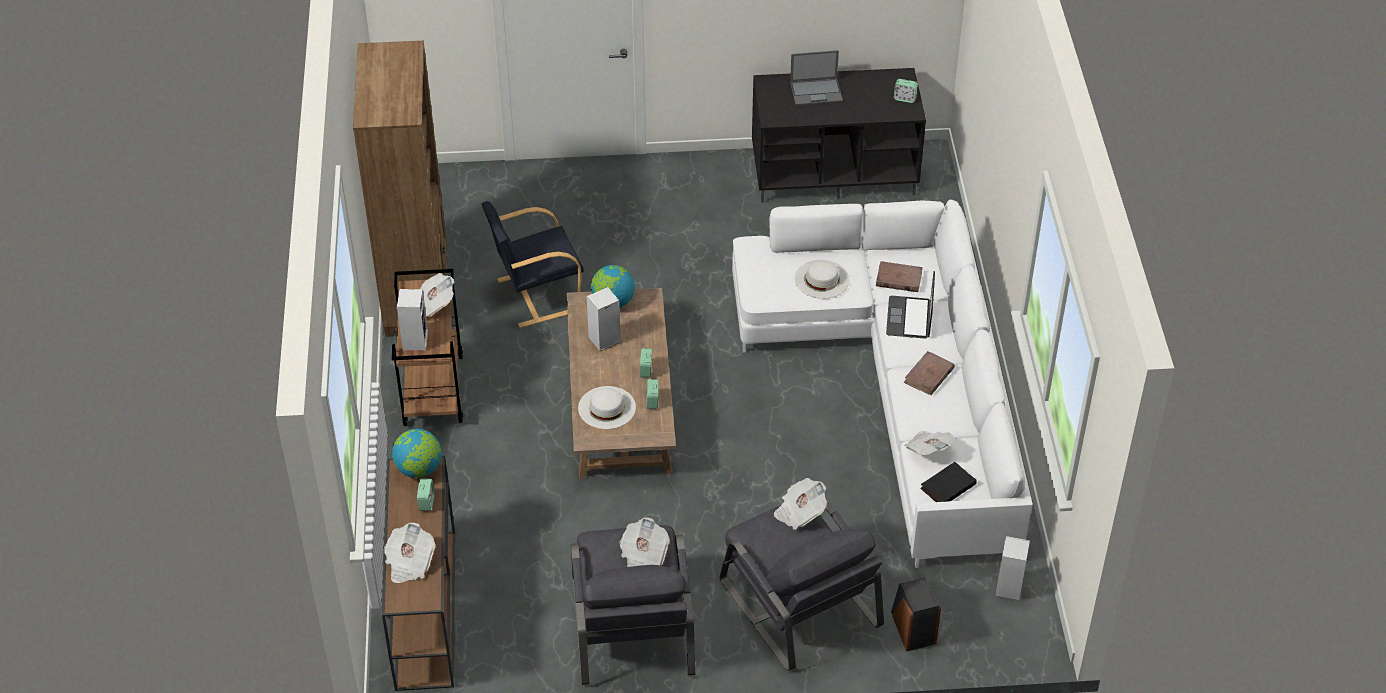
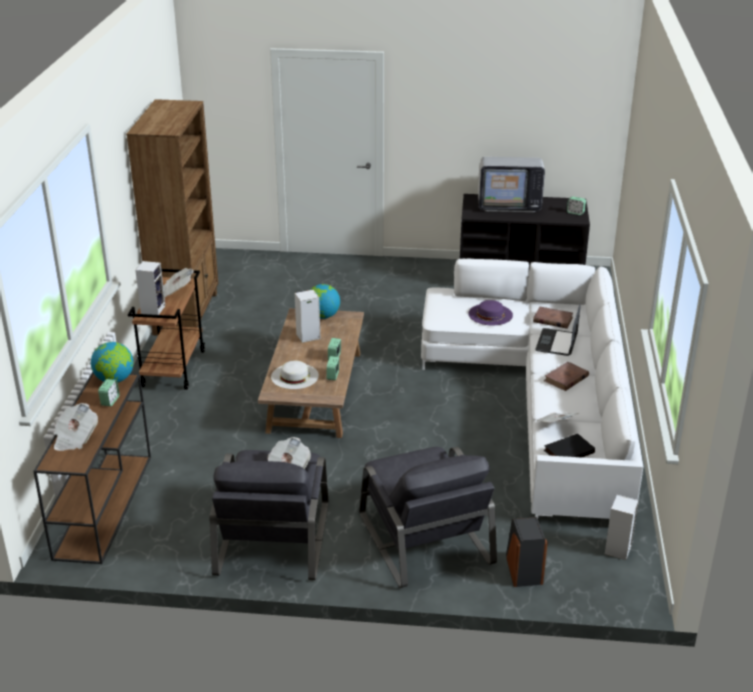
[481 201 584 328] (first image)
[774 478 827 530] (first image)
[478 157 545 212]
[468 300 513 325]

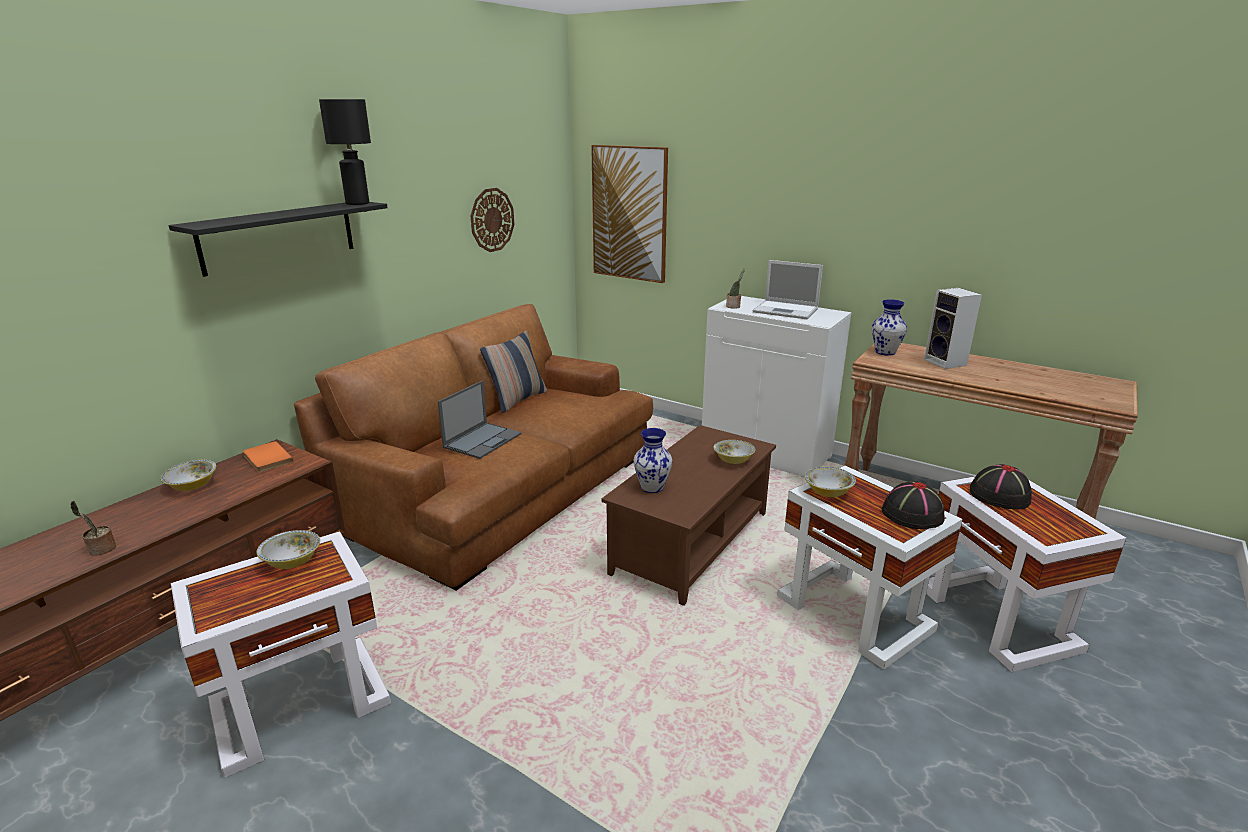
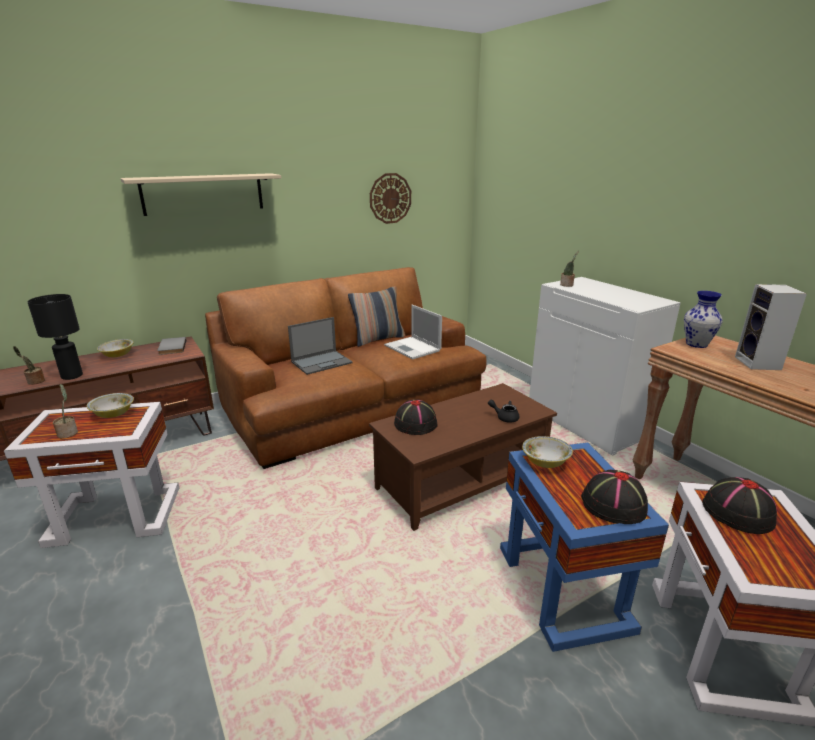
[591 145 668 283] (first image)
[53 384 78 438]
[28 294 83 380]
[384 305 442 360]
[394 399 438 435]
[488 400 519 422]
[121 173 281 216]
[158 337 186 355]
[500 442 669 652]

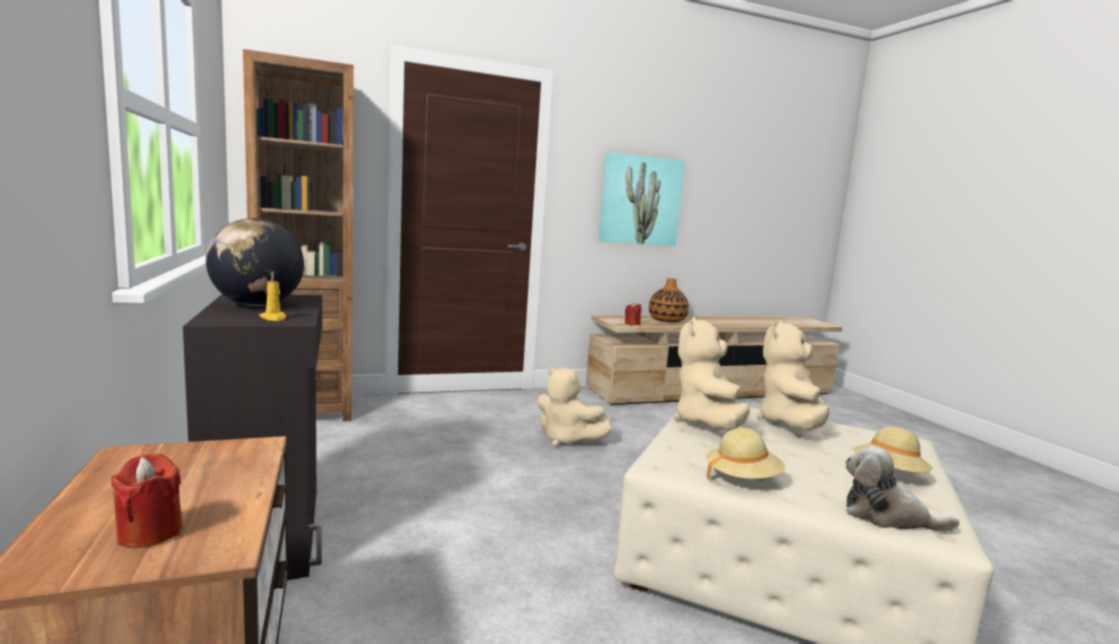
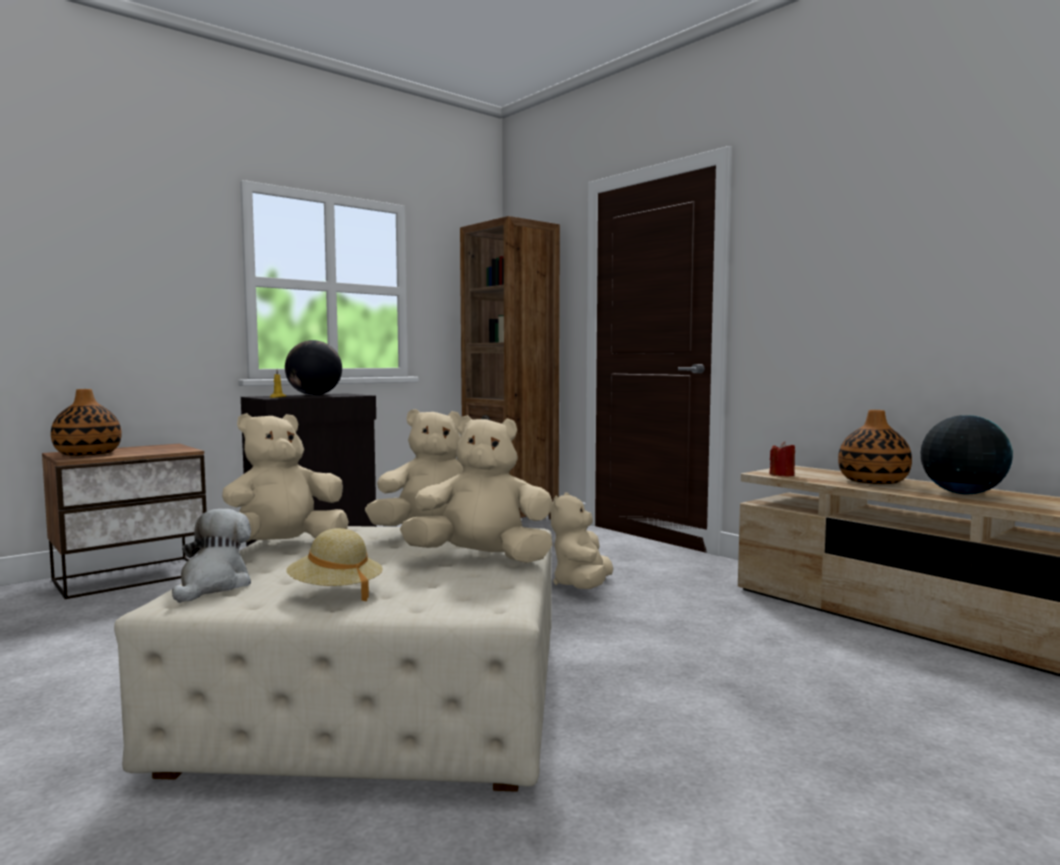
[598 152 685 246] (first image)
[921 415 1013 495]
[51 389 122 456]
[222 413 349 542]

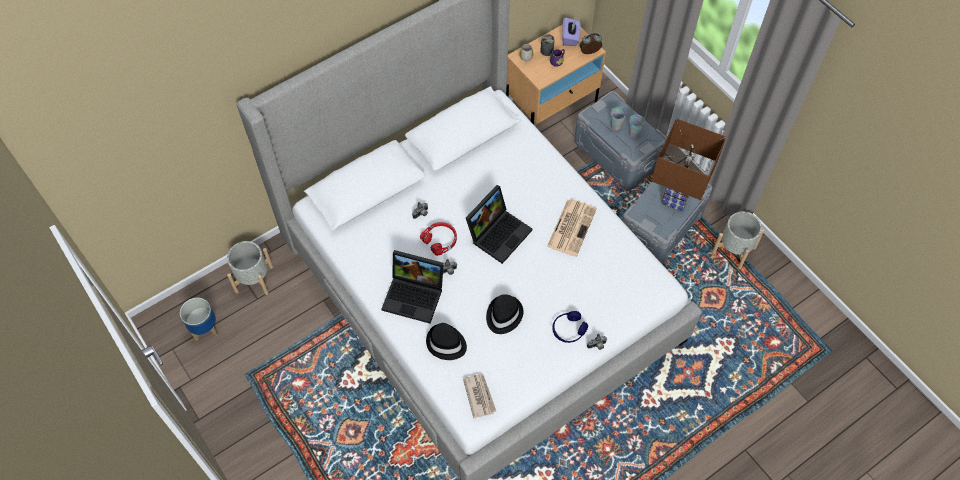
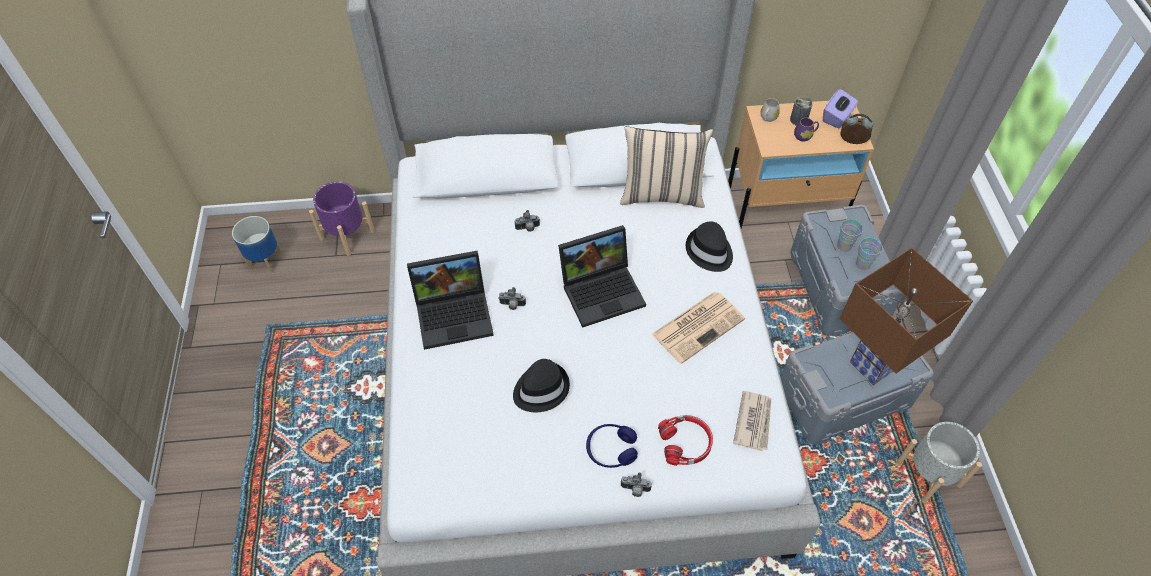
[620 126 713 208]
[658 415 713 466]
[686 221 733 272]
[733 391 771 451]
[309 182 375 256]
[407 251 494 350]

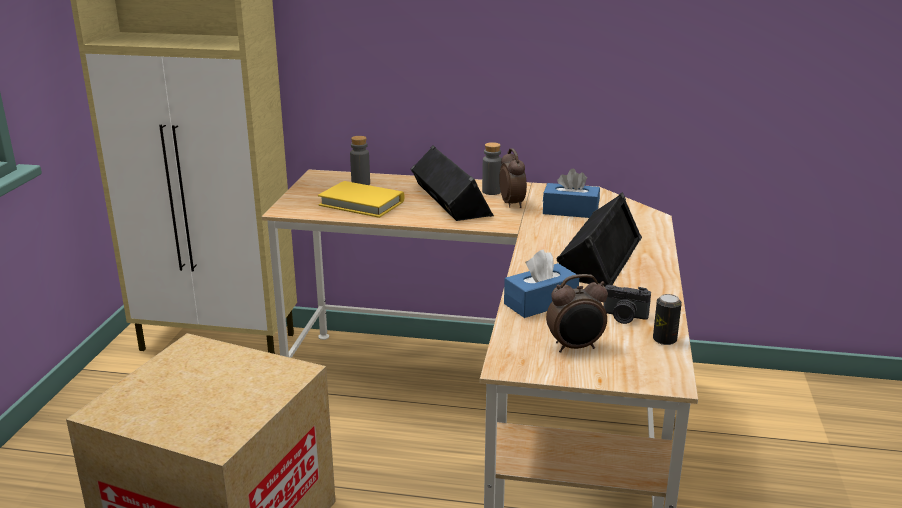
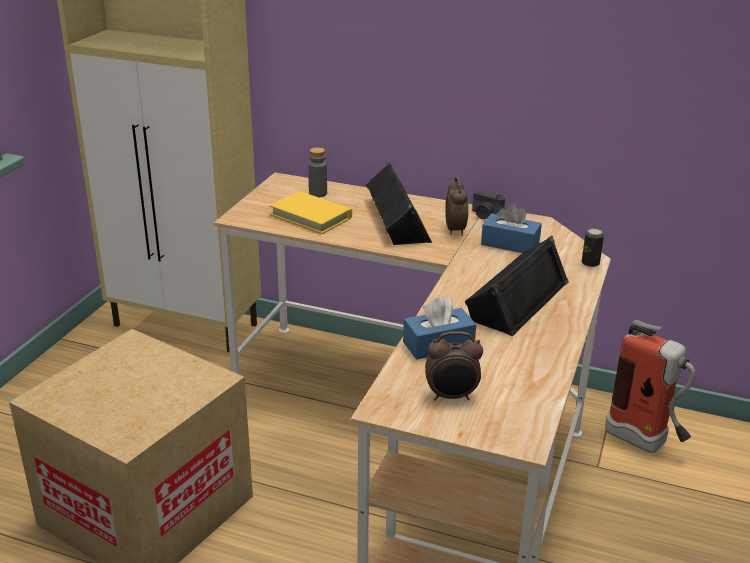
[482 142 502 195] (first image)
[605 320 695 453]
[472 191 505 219]
[582 228 604 267]

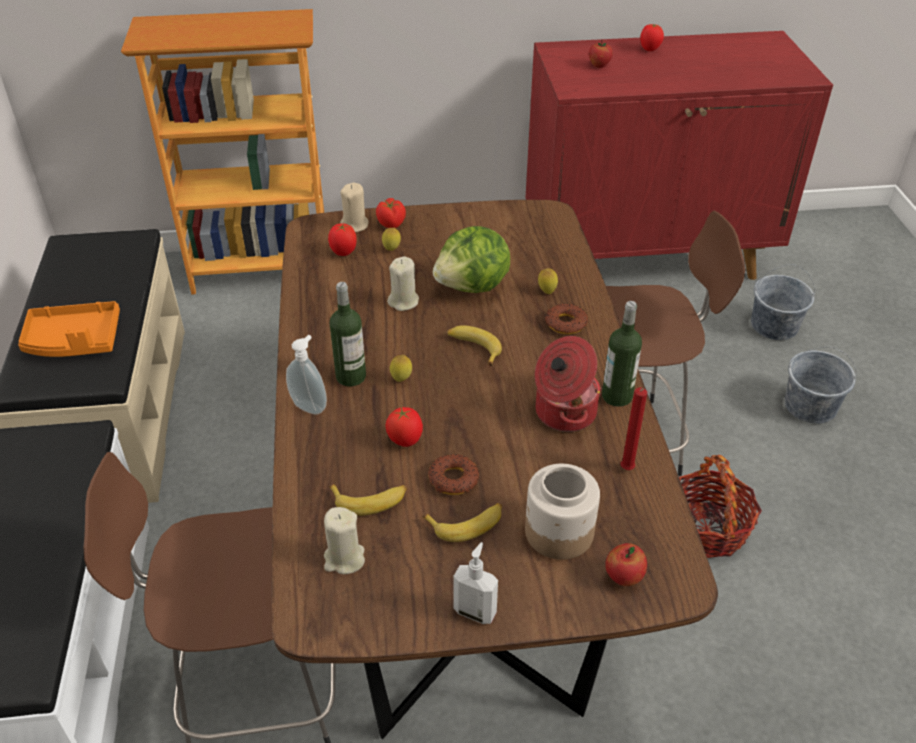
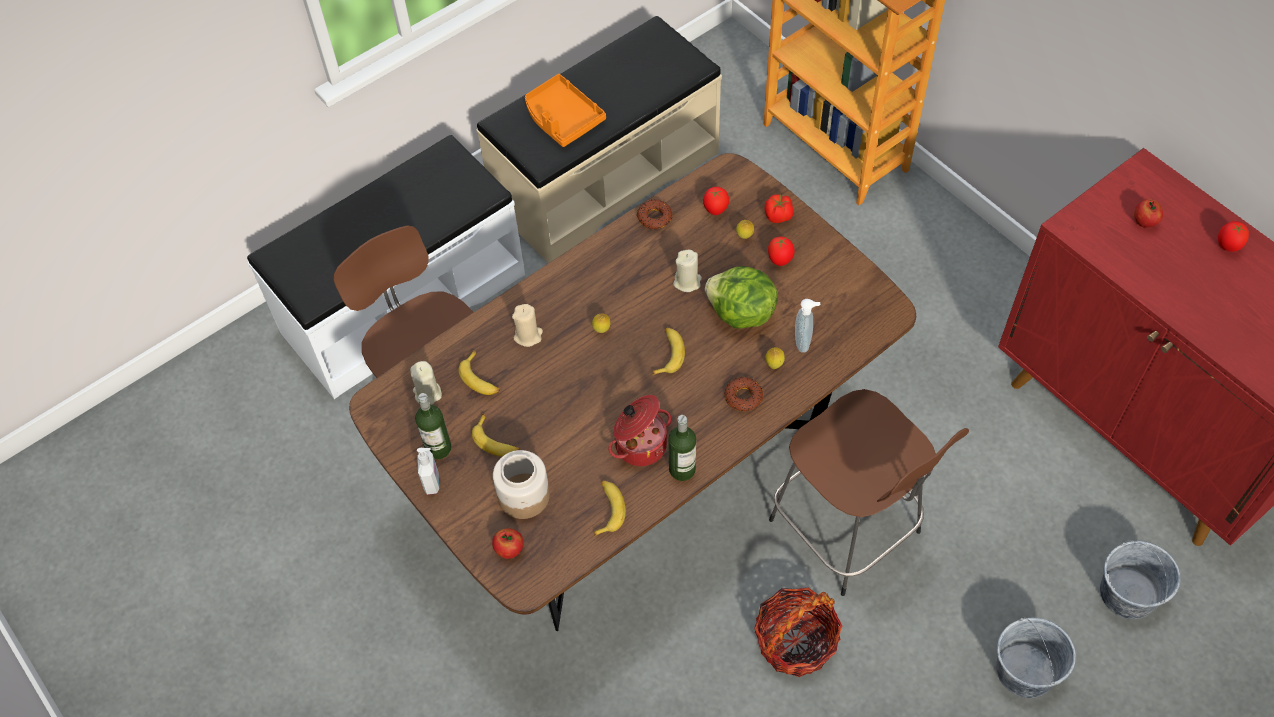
[795 299 820 353]
[415 393 452 459]
[512 304 543 347]
[768 237 795 266]
[637 199 672 229]
[594 480 626 537]

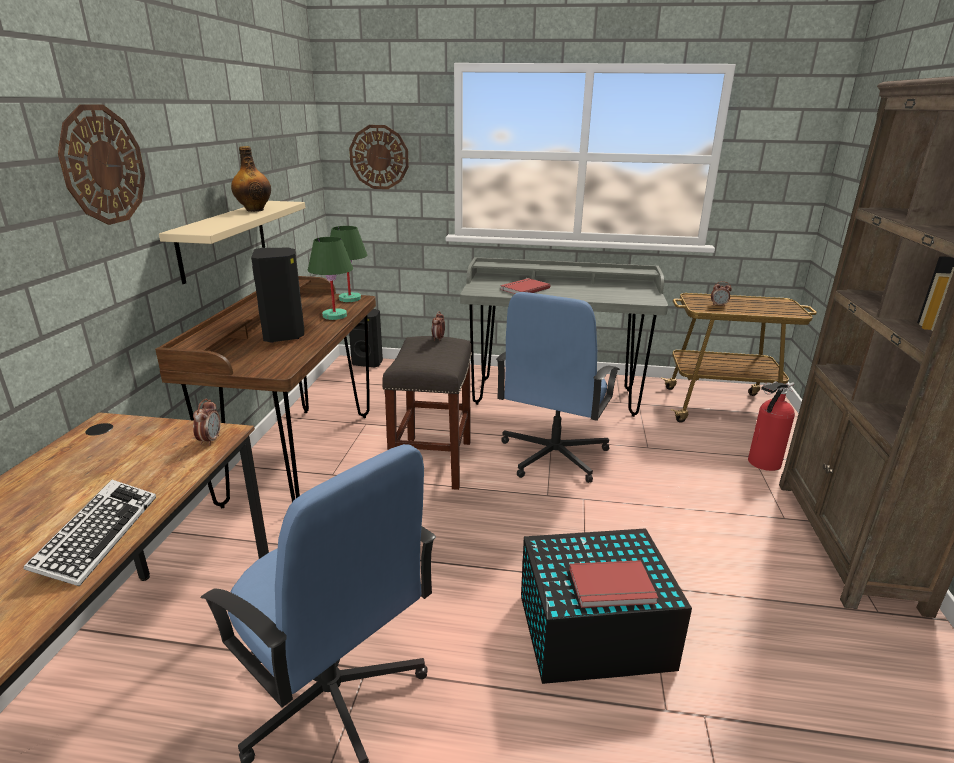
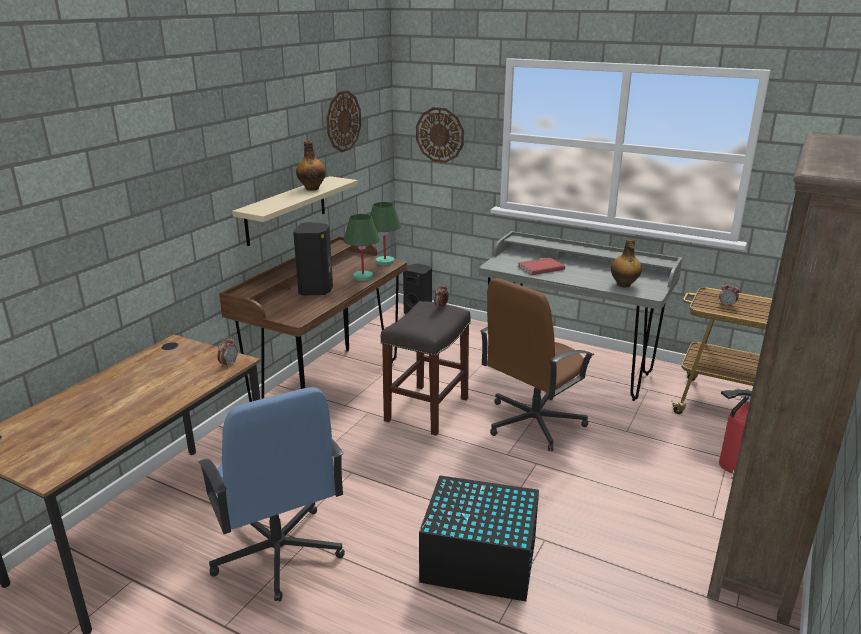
[23 480 156 587] (first image)
[569 560 658 608] (first image)
[611 239 642 288]
[327 90 361 152]
[480 278 594 451]

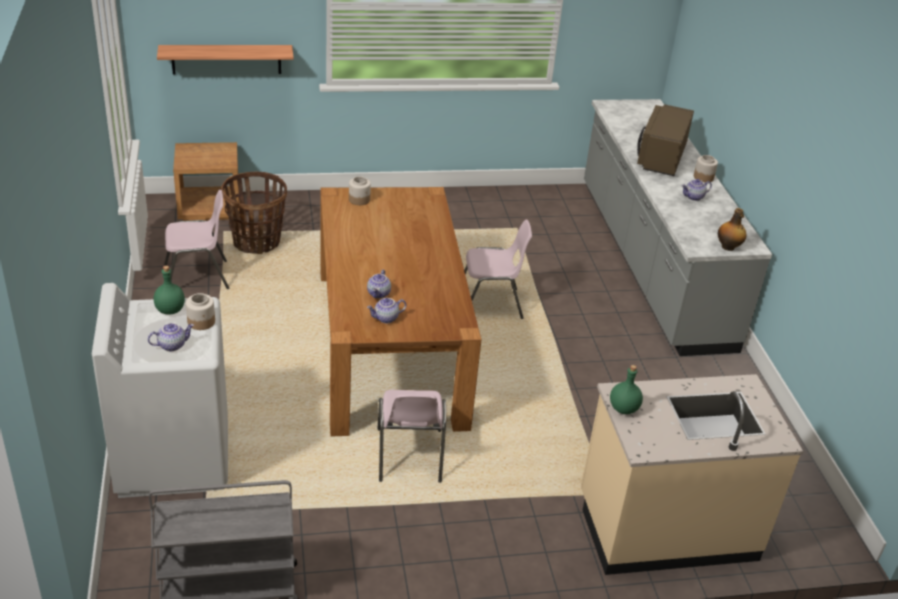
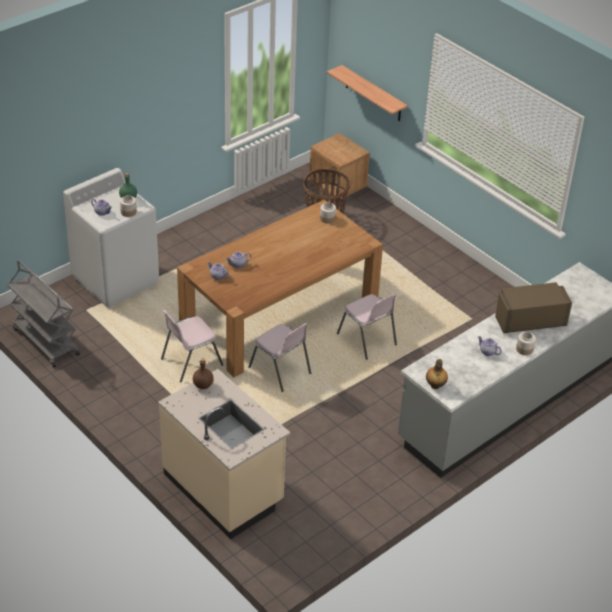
[248 323 311 392]
[193 358 214 389]

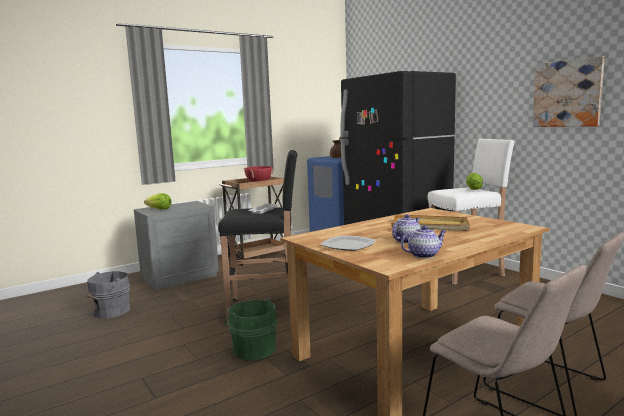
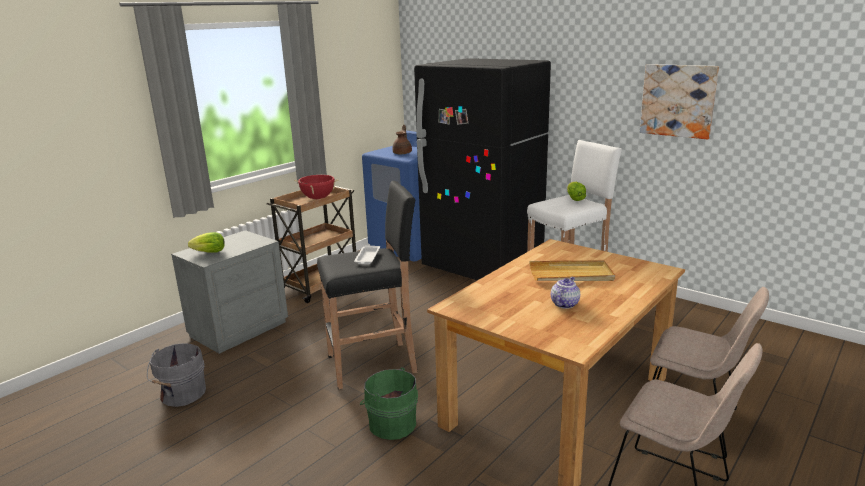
[320 235 376 251] (first image)
[401 226 446 258] (first image)

